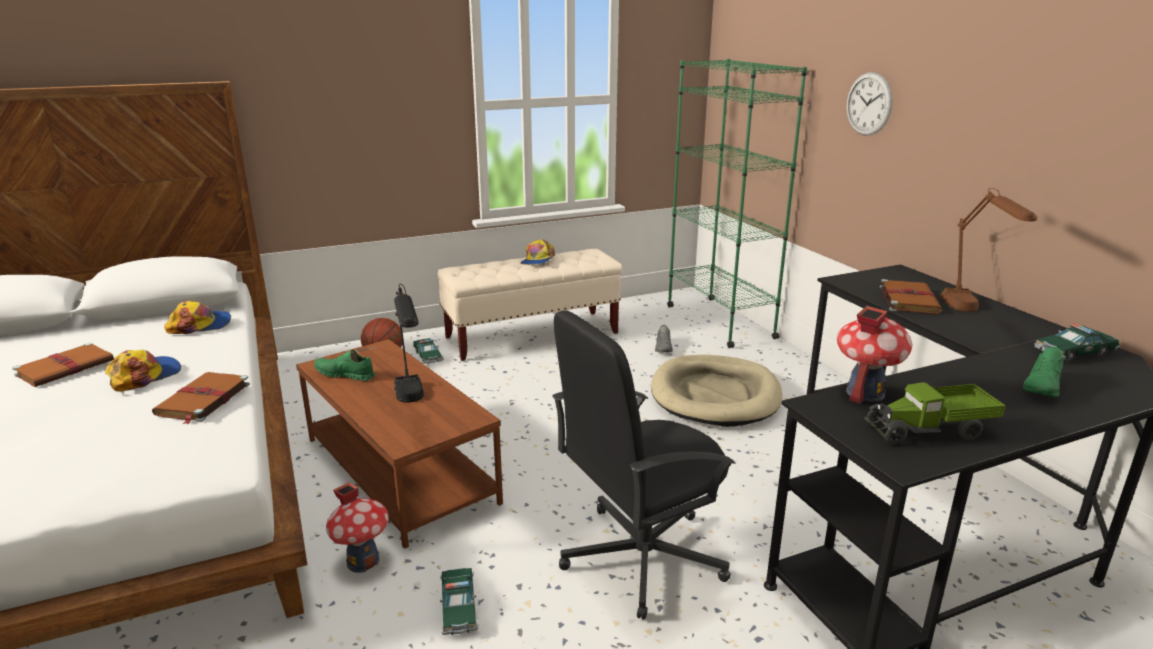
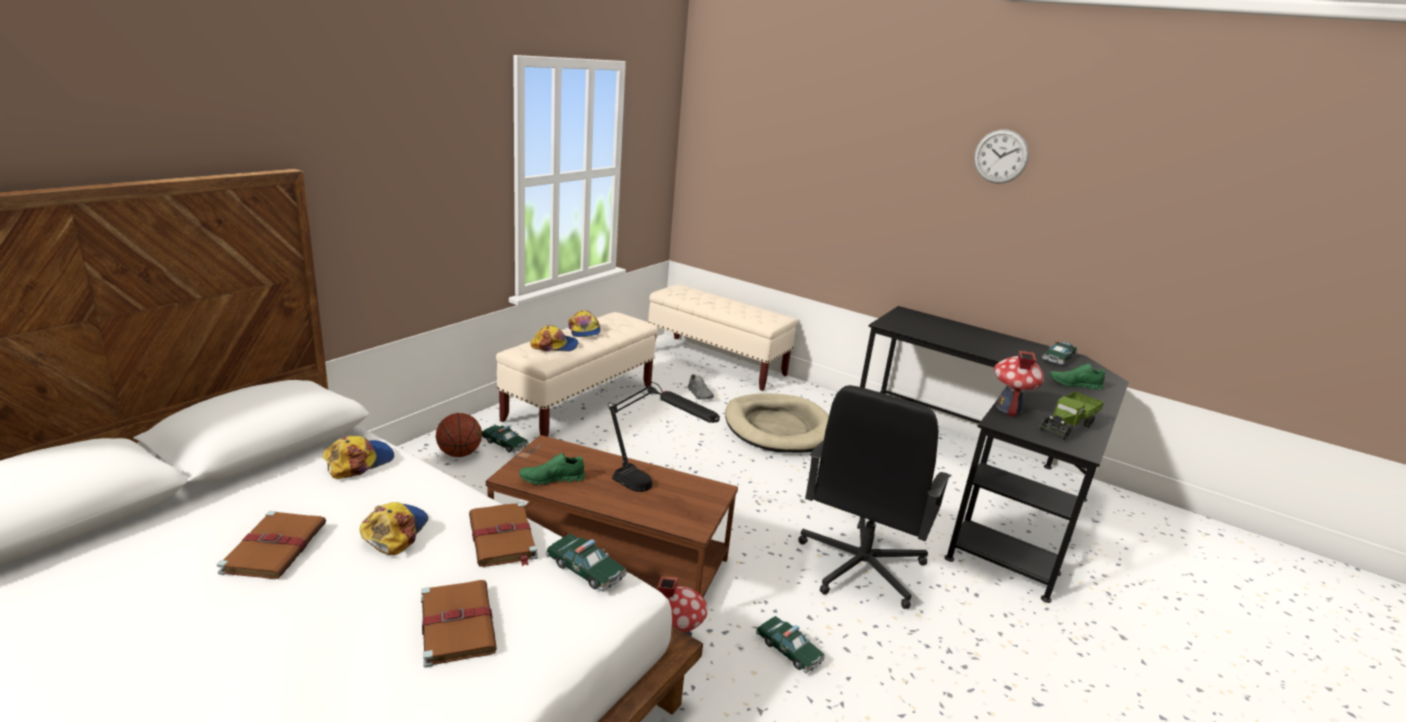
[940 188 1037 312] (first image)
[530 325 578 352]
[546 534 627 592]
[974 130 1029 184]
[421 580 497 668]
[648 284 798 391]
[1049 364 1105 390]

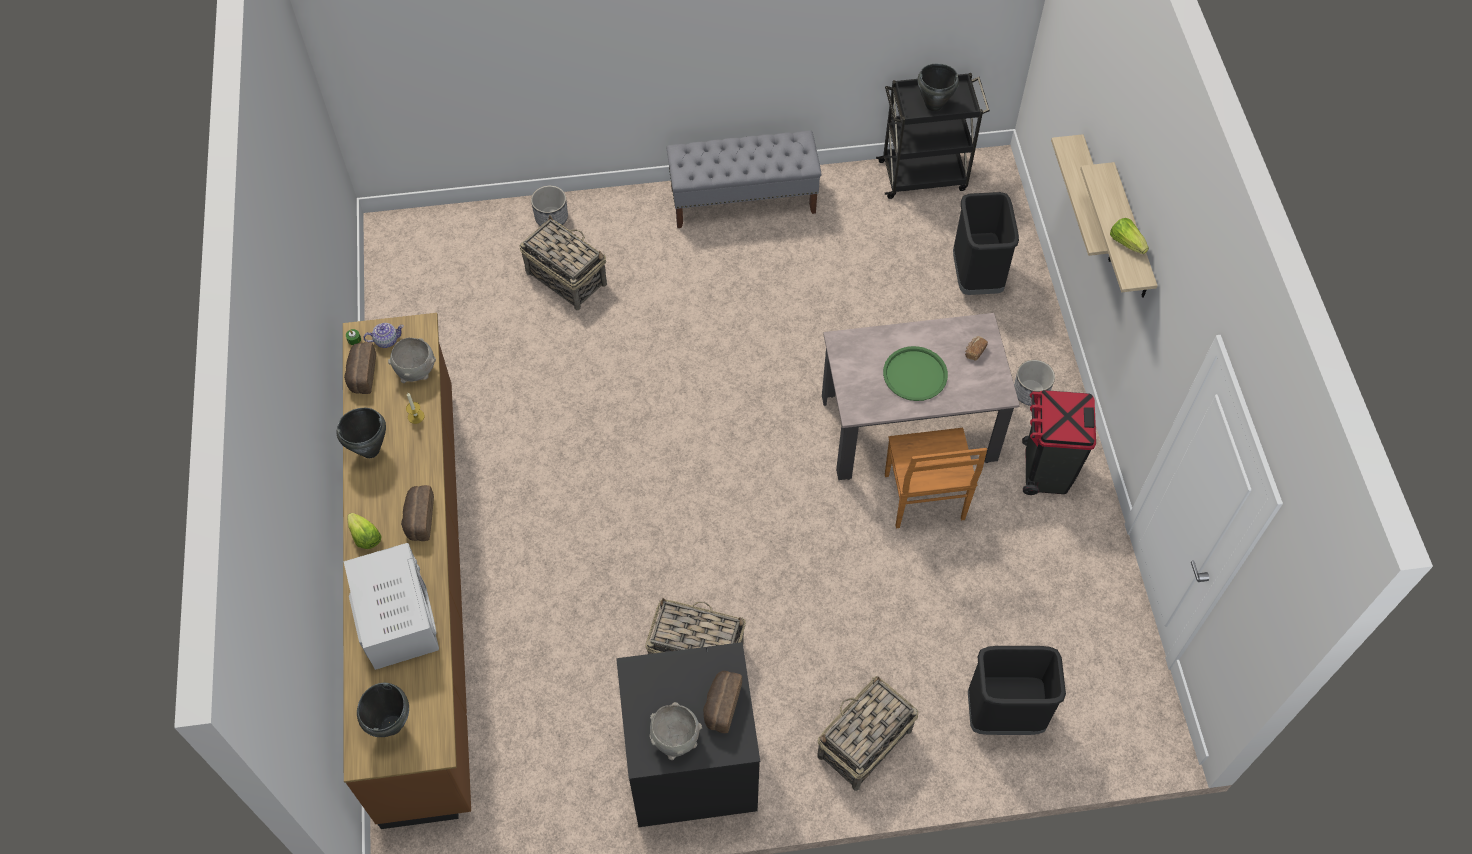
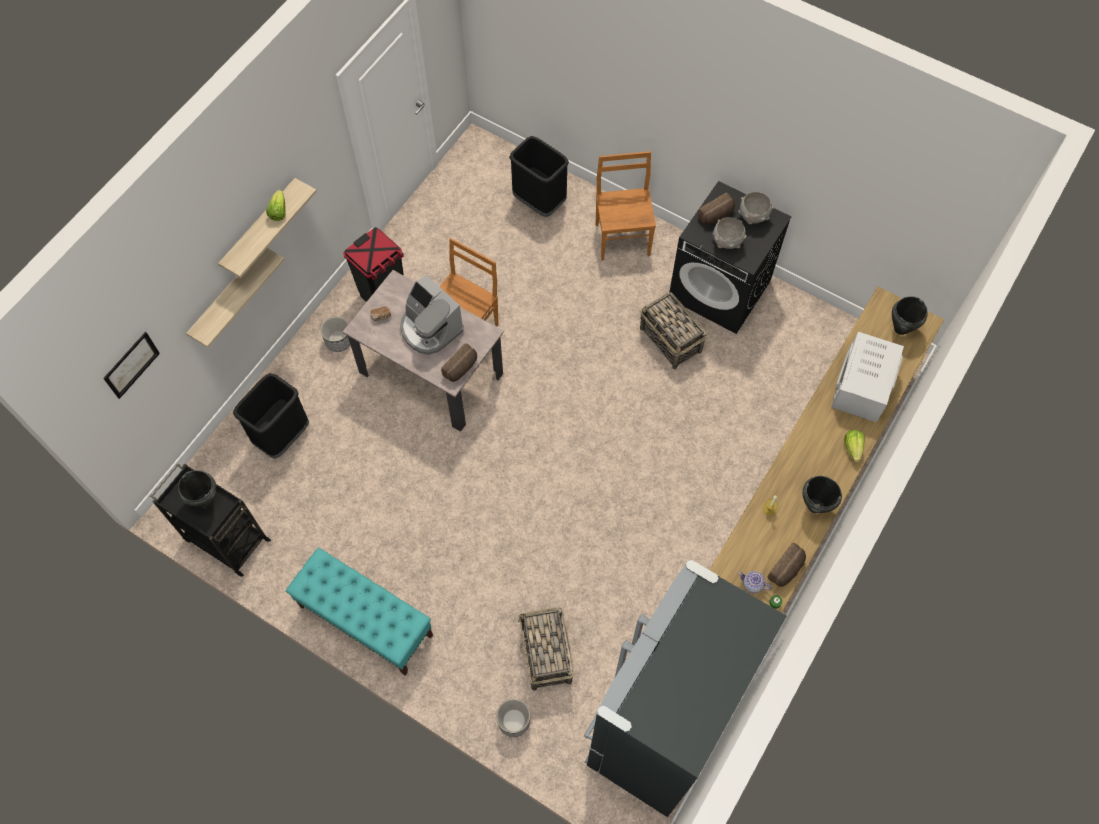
[103 332 160 399]
[584 559 787 817]
[712 217 747 249]
[441 344 477 382]
[596 151 656 260]
[400 275 464 355]
[286 548 433 676]

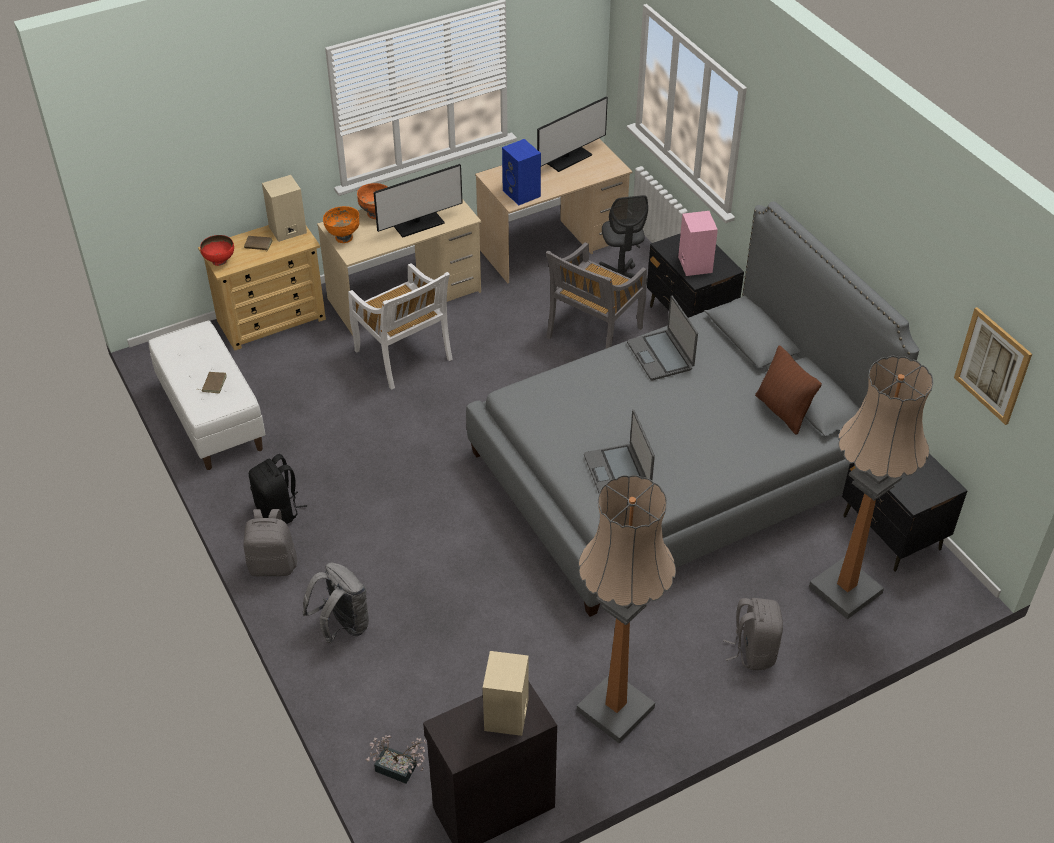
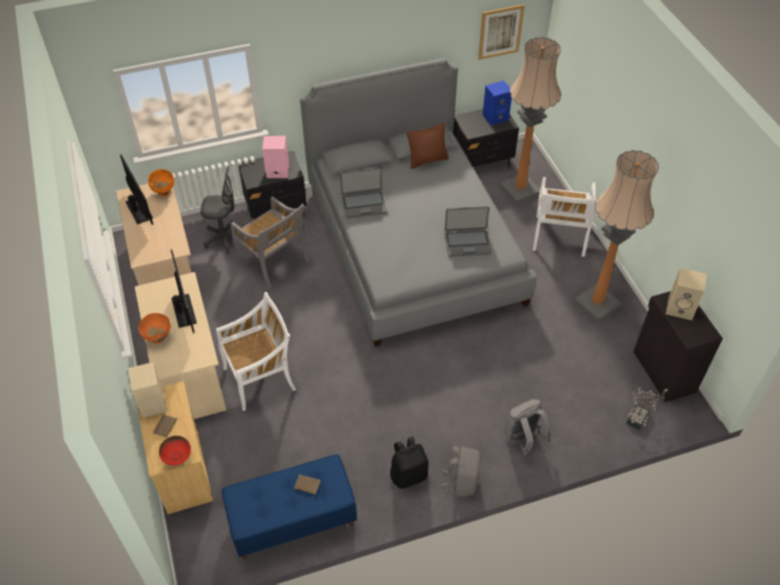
[148 169 174 197]
[483 81 512 125]
[533 177 597 257]
[222 455 357 560]

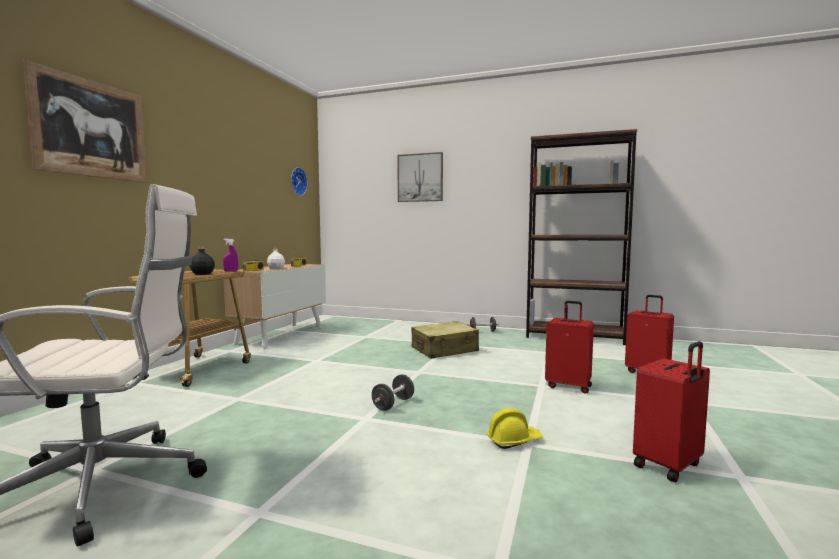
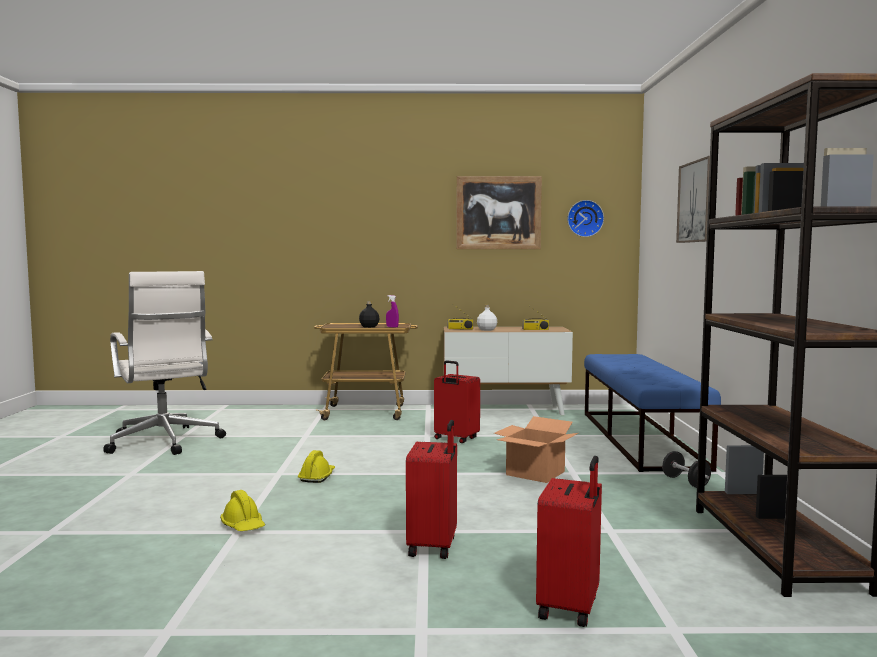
[584 354 721 472]
[456 176 542 249]
[434 360 480 443]
[298 450 335 483]
[494 416 578 483]

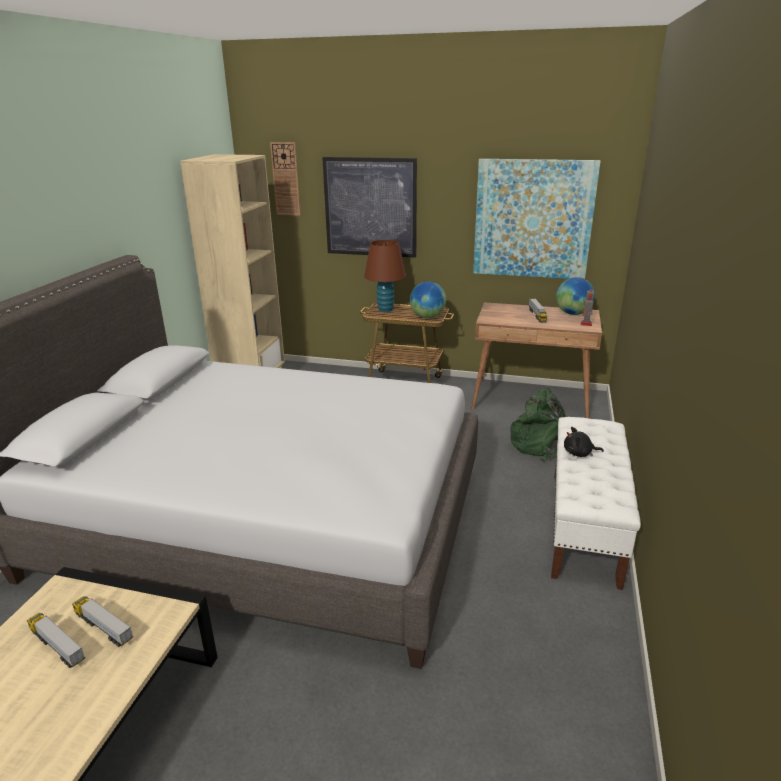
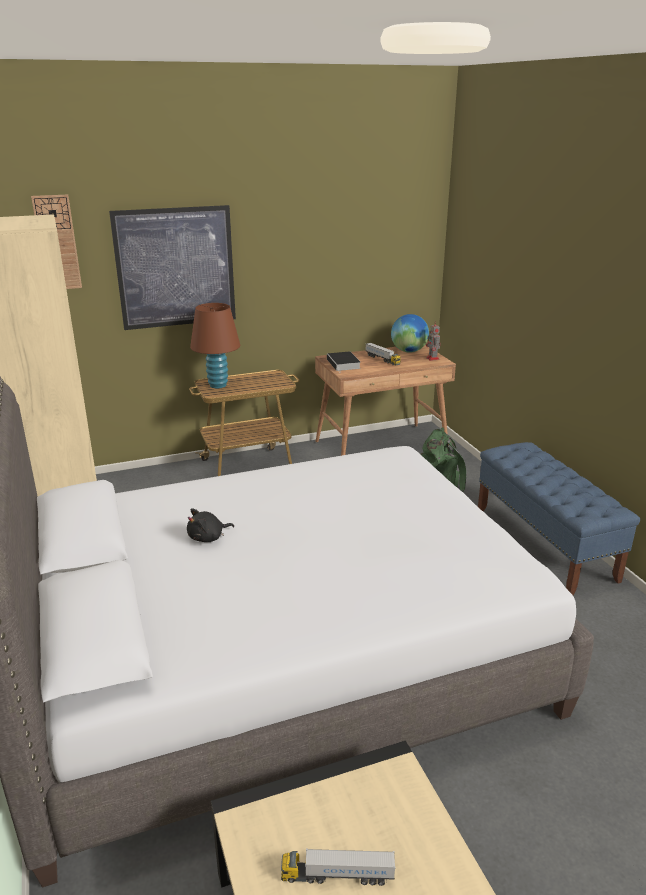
[72 596 133 647] (first image)
[410 282 446 318] (first image)
[473 159 601 279] (first image)
[327 352 361 371]
[187 508 234 542]
[478 442 640 595]

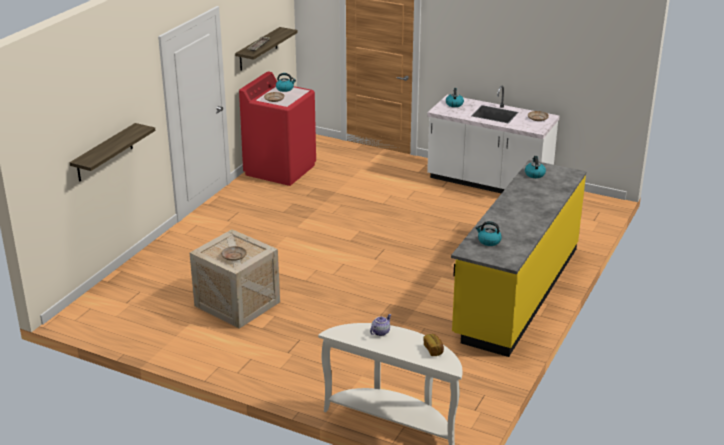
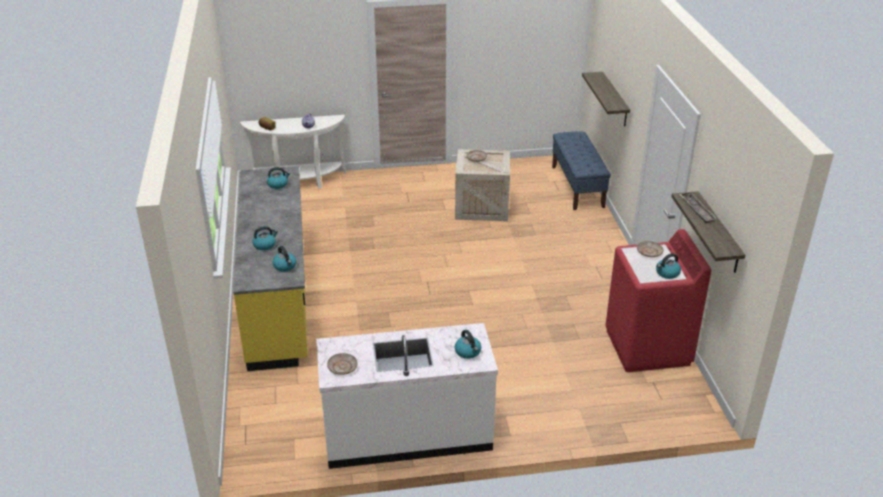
[252 226 278 251]
[552 131 611 210]

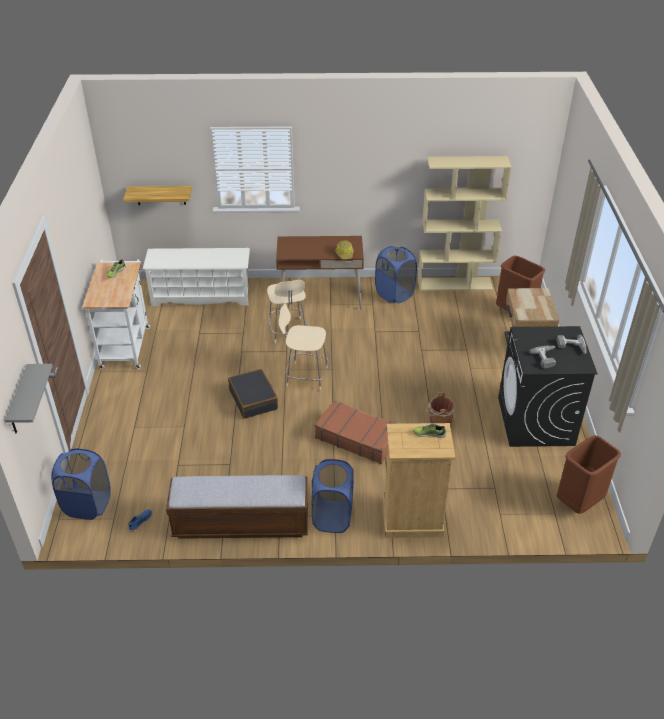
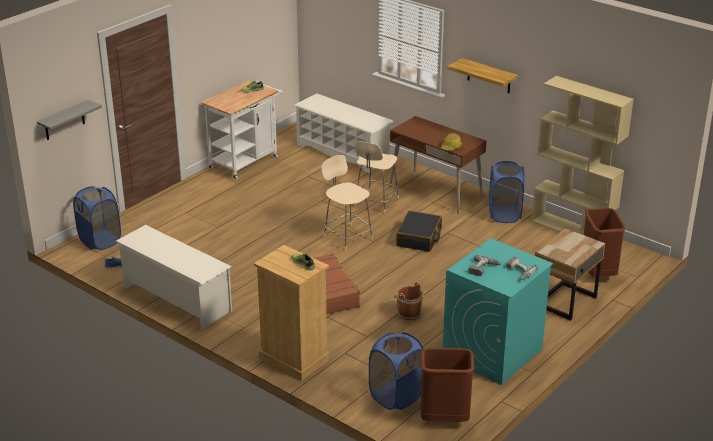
[447 58 518 93]
[396 211 442 252]
[369 332 423 410]
[115 225 232 329]
[443 238 553 385]

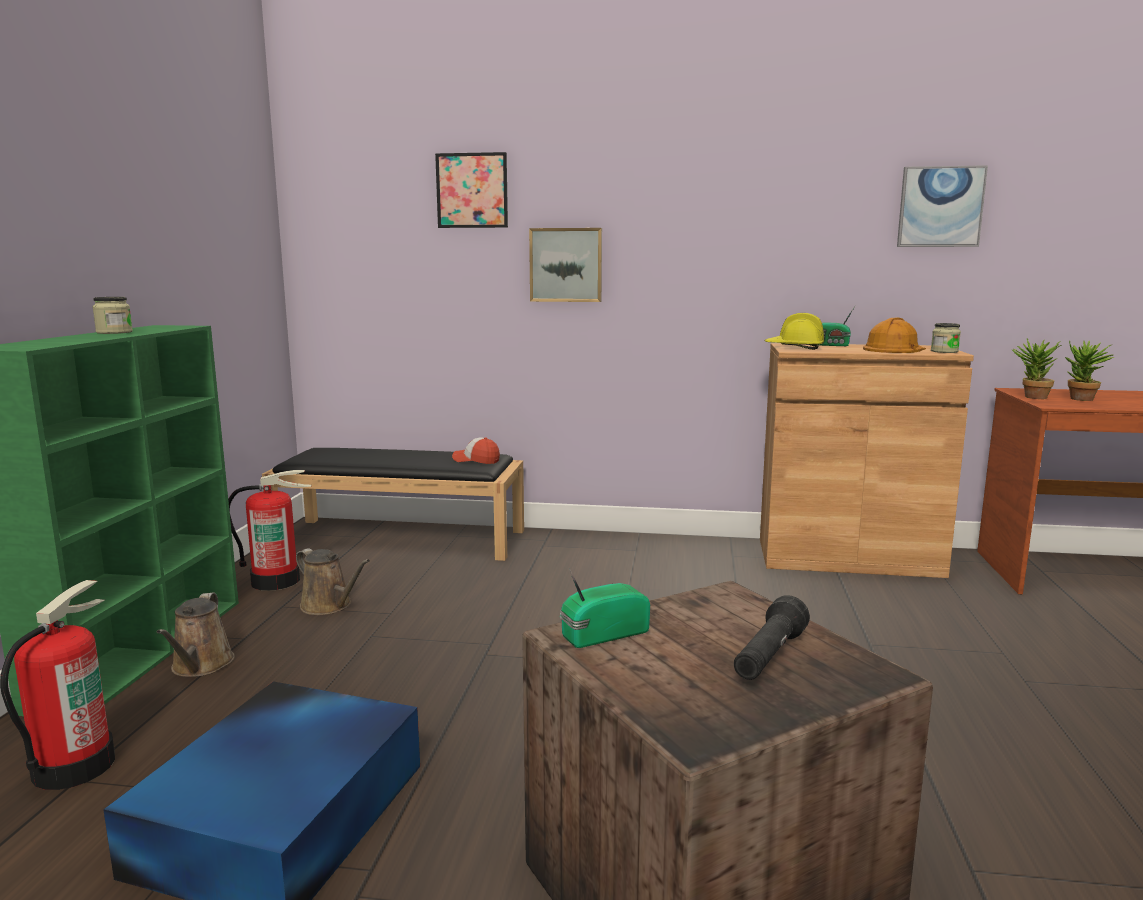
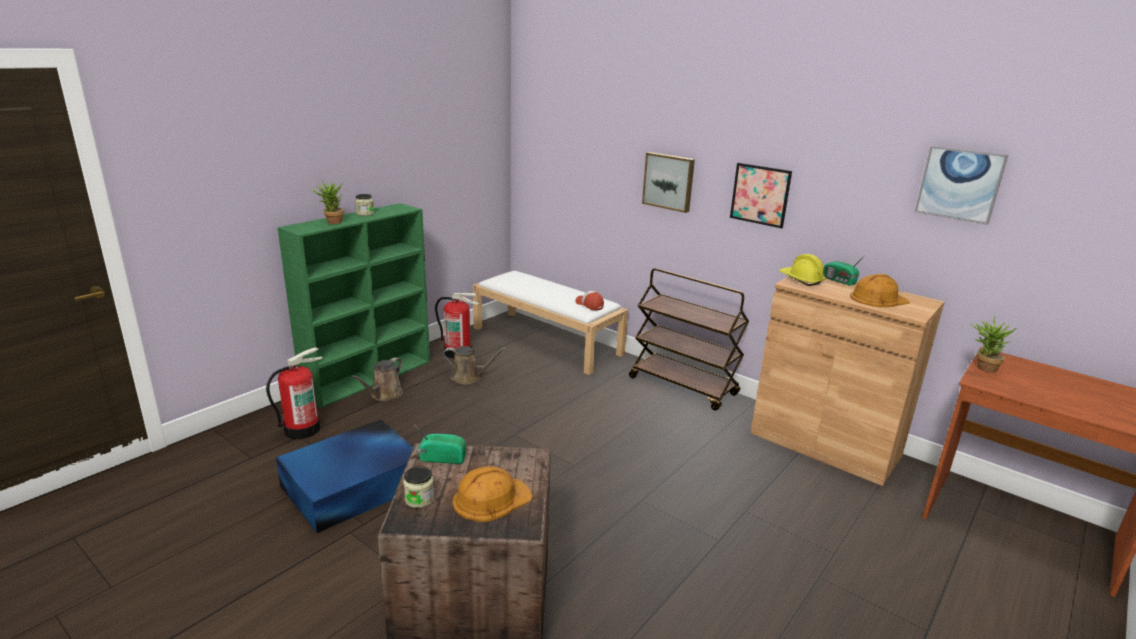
[629 268 749 411]
[730 163 792 228]
[403 466 434 508]
[311 180 344 224]
[453 466 533 522]
[473 271 628 375]
[443 346 506 384]

